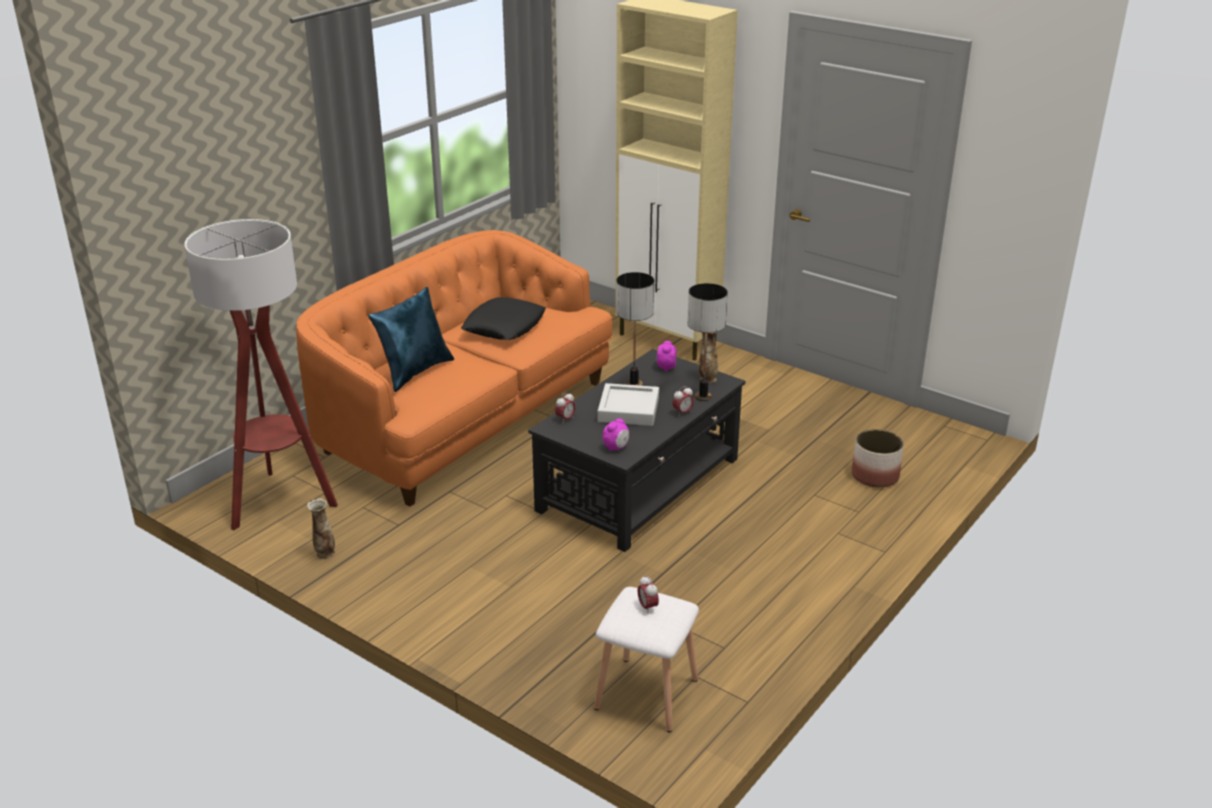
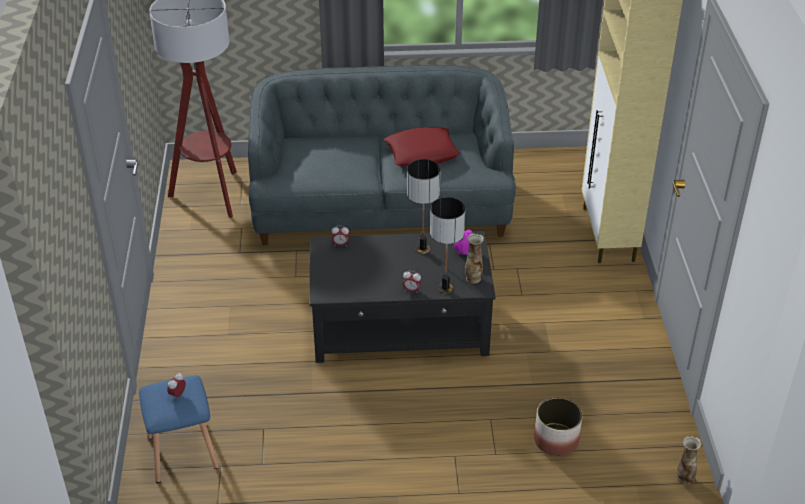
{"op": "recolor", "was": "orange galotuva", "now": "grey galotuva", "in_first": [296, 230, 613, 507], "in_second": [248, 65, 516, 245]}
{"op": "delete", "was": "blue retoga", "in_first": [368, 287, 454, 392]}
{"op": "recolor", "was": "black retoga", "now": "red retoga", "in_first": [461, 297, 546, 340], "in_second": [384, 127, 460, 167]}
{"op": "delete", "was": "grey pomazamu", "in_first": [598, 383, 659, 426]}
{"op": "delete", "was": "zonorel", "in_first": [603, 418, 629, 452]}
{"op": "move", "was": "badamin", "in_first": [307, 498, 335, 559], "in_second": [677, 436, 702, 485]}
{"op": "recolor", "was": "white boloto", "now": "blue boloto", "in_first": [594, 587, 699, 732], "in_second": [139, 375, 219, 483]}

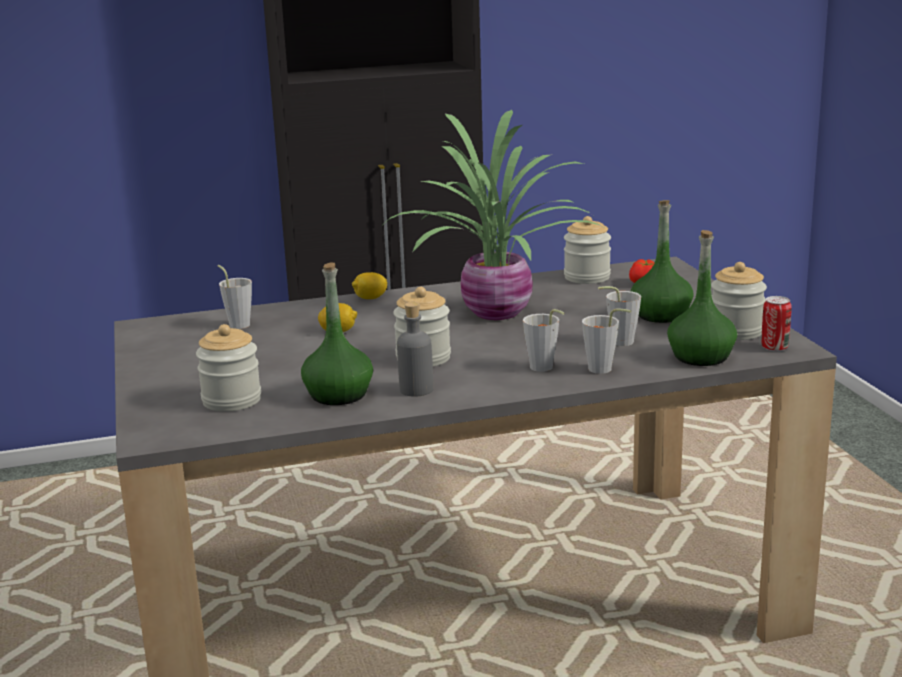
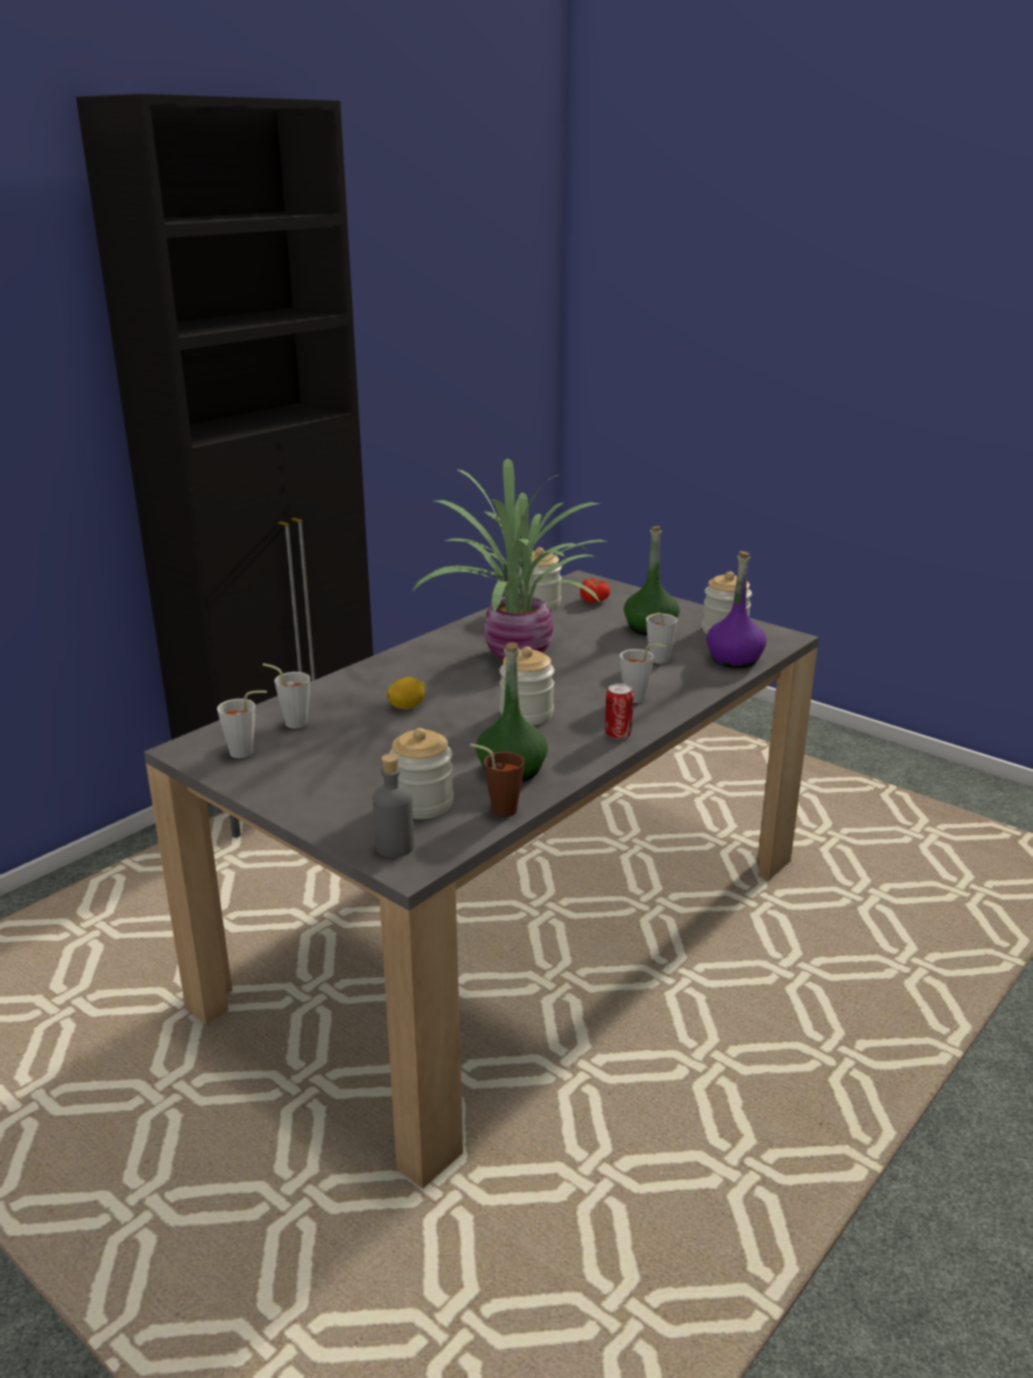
{"op": "recolor", "was": "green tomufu", "now": "purple tomufu", "in_first": [667, 230, 737, 366], "in_second": [706, 551, 767, 668]}
{"op": "delete", "was": "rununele", "in_first": [352, 272, 387, 299]}
{"op": "move", "was": "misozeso", "in_first": [762, 296, 792, 352], "in_second": [605, 683, 634, 739]}
{"op": "move", "was": "grey tomufu", "in_first": [397, 302, 434, 397], "in_second": [373, 754, 414, 858]}
{"op": "move", "was": "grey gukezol", "in_first": [582, 308, 631, 374], "in_second": [217, 690, 267, 758]}
{"op": "insert", "now": "brown gukezol", "in_second": [470, 744, 525, 817]}

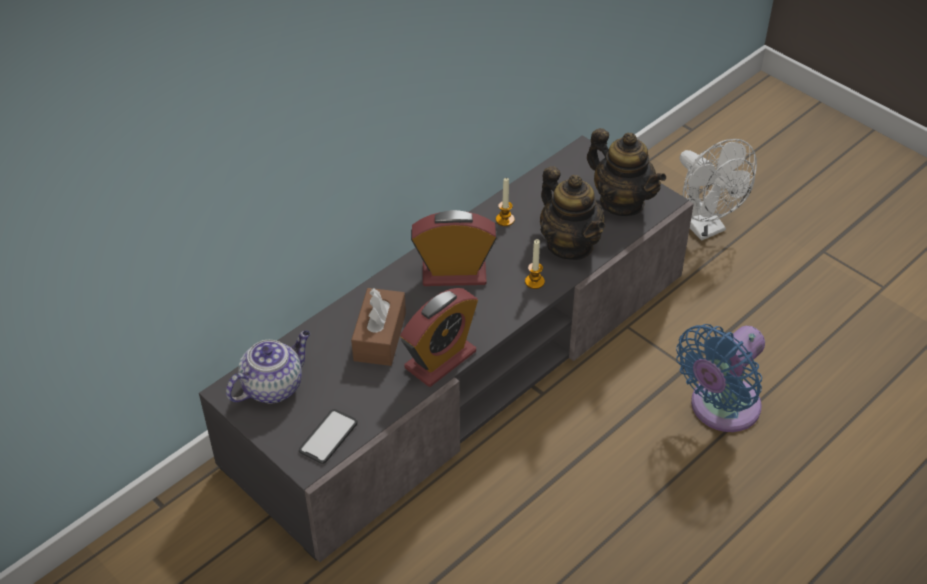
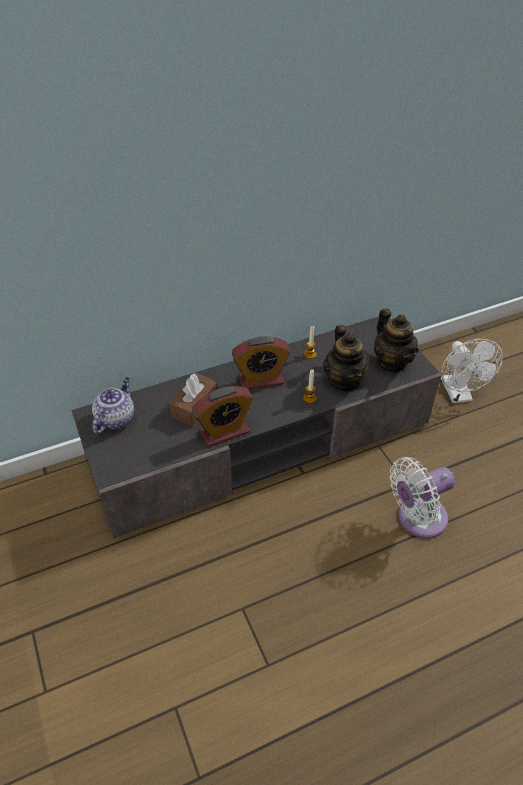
{"op": "rotate", "was": "zonorel", "in_first": [411, 210, 497, 286], "in_second": [232, 336, 290, 389], "clockwise": 150}
{"op": "recolor", "was": "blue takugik", "now": "white takugik", "in_first": [676, 324, 765, 432], "in_second": [390, 457, 455, 538]}
{"op": "rotate", "was": "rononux", "in_first": [226, 330, 310, 404], "in_second": [92, 377, 134, 434], "clockwise": -45}
{"op": "delete", "was": "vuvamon", "in_first": [299, 409, 358, 464]}

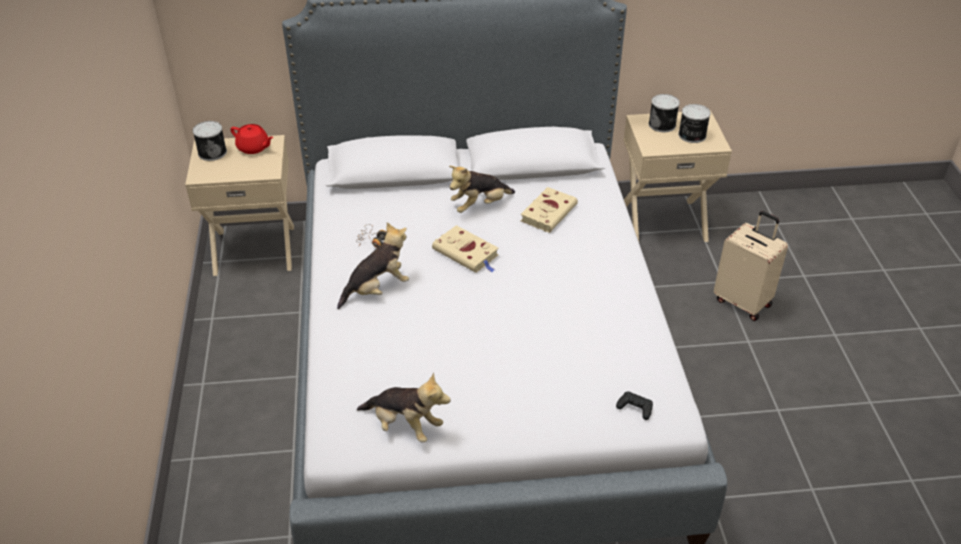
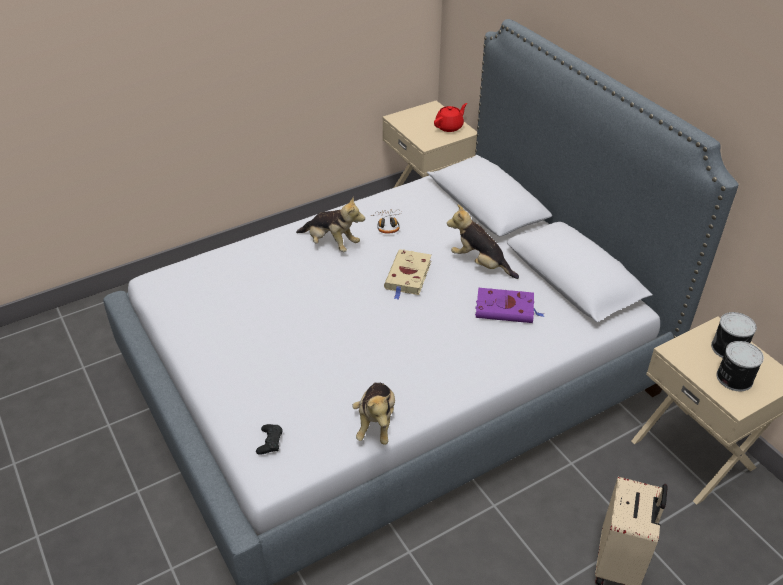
{"op": "delete", "was": "misozeso", "in_first": [193, 121, 227, 161]}
{"op": "rotate", "was": "red rononux", "in_first": [230, 124, 274, 154], "in_second": [434, 103, 467, 132], "clockwise": -135}
{"op": "recolor", "was": "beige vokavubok", "now": "purple vokavubok", "in_first": [520, 187, 578, 233], "in_second": [475, 288, 544, 323]}
{"op": "move", "was": "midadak", "in_first": [357, 373, 451, 443], "in_second": [352, 382, 395, 445]}

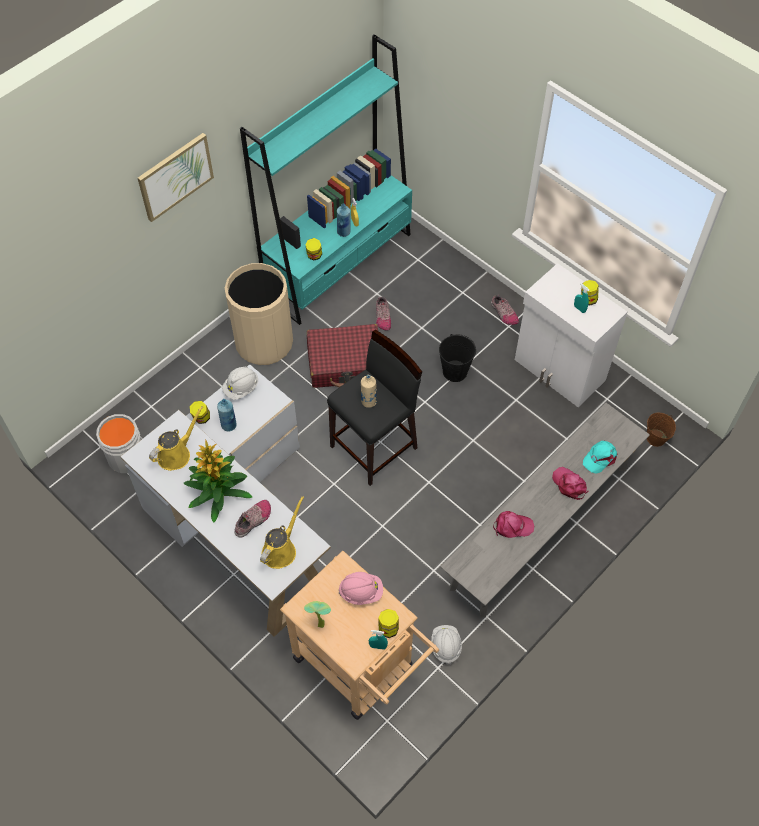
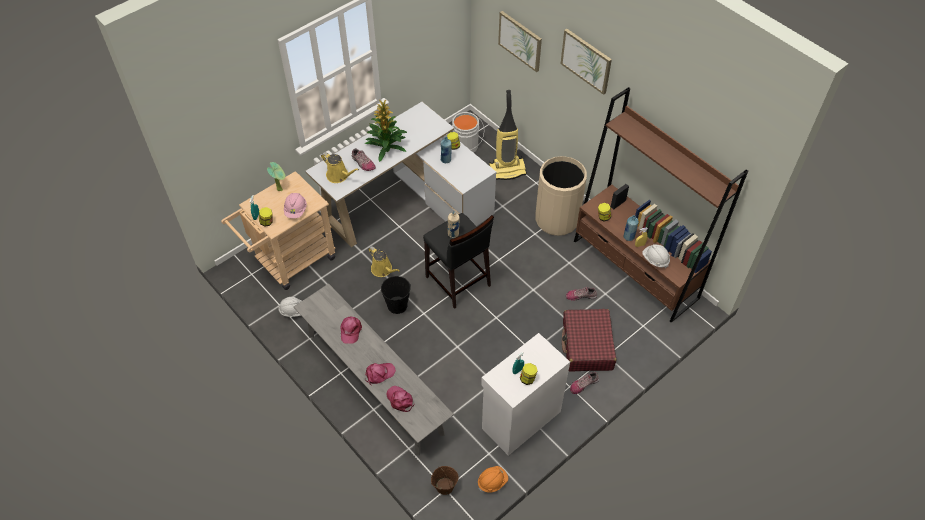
{"op": "recolor", "was": "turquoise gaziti", "now": "brown gaziti", "in_first": [240, 34, 412, 325], "in_second": [574, 87, 748, 323]}
{"op": "move", "was": "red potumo", "in_first": [307, 324, 378, 388], "in_second": [562, 309, 616, 371]}
{"op": "move", "was": "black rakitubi", "in_first": [439, 334, 476, 382], "in_second": [380, 276, 411, 314]}
{"op": "move", "was": "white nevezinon", "in_first": [222, 367, 258, 400], "in_second": [642, 244, 670, 268]}
{"op": "move", "was": "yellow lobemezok", "in_first": [149, 406, 203, 471], "in_second": [369, 246, 400, 277]}
{"op": "recolor", "was": "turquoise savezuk", "now": "pink savezuk", "in_first": [583, 441, 617, 474], "in_second": [387, 386, 415, 412]}
{"op": "insert", "now": "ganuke", "in_second": [498, 11, 542, 72]}
{"op": "insert", "now": "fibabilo", "in_second": [489, 90, 527, 180]}
{"op": "insert", "now": "orange nevezinon", "in_second": [478, 466, 508, 493]}

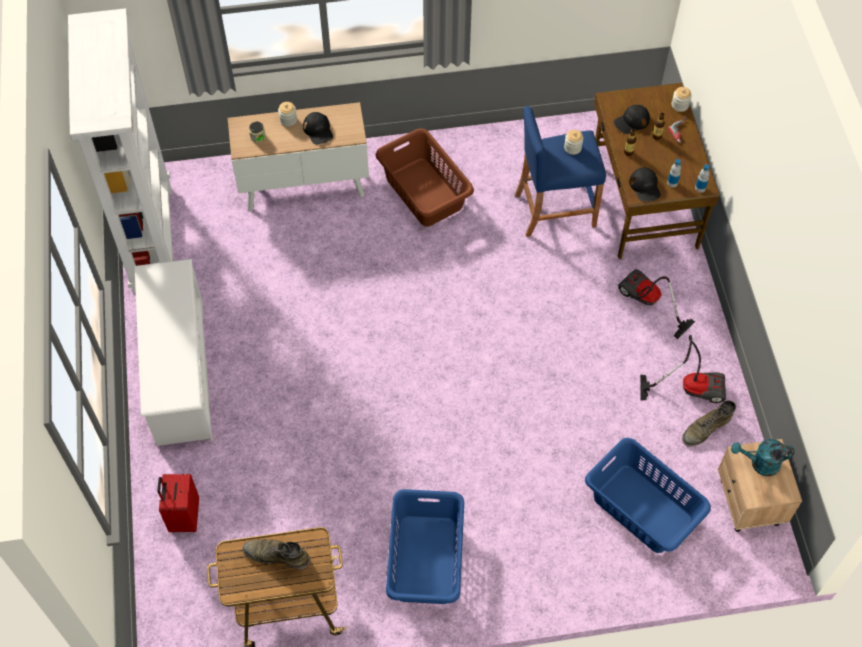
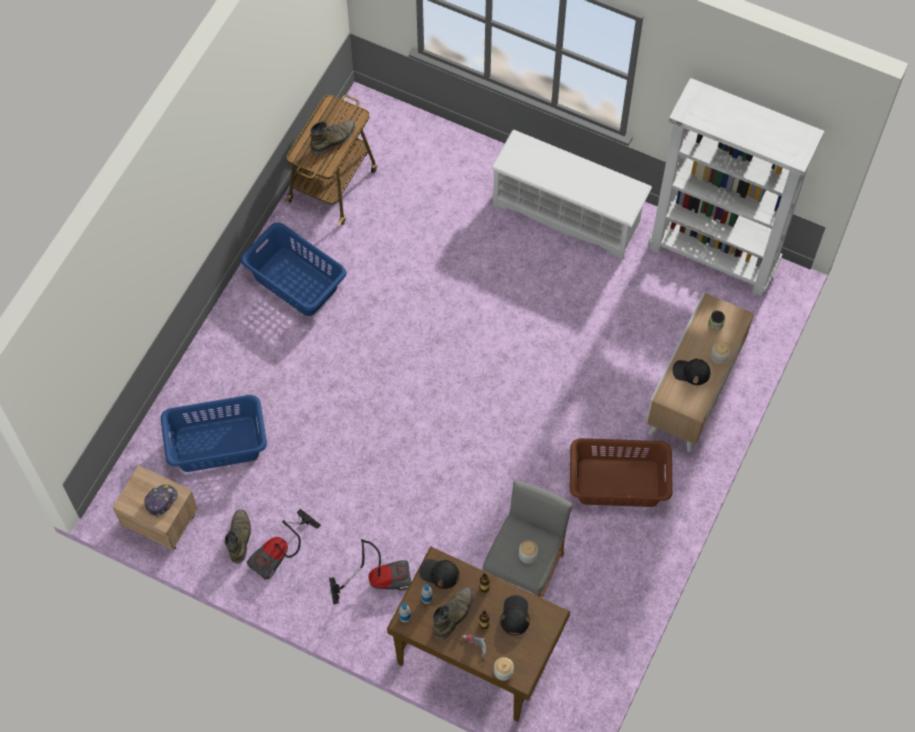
{"op": "recolor", "was": "blue boloto", "now": "grey boloto", "in_first": [515, 106, 606, 237], "in_second": [483, 480, 572, 598]}
{"op": "replace", "was": "turquoise lobemezok", "now": "savezuk", "in_first": [731, 439, 795, 476], "in_second": [144, 484, 178, 517]}
{"op": "delete", "was": "red potumo", "in_first": [157, 474, 199, 532]}
{"op": "insert", "now": "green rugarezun", "in_second": [433, 587, 473, 640]}

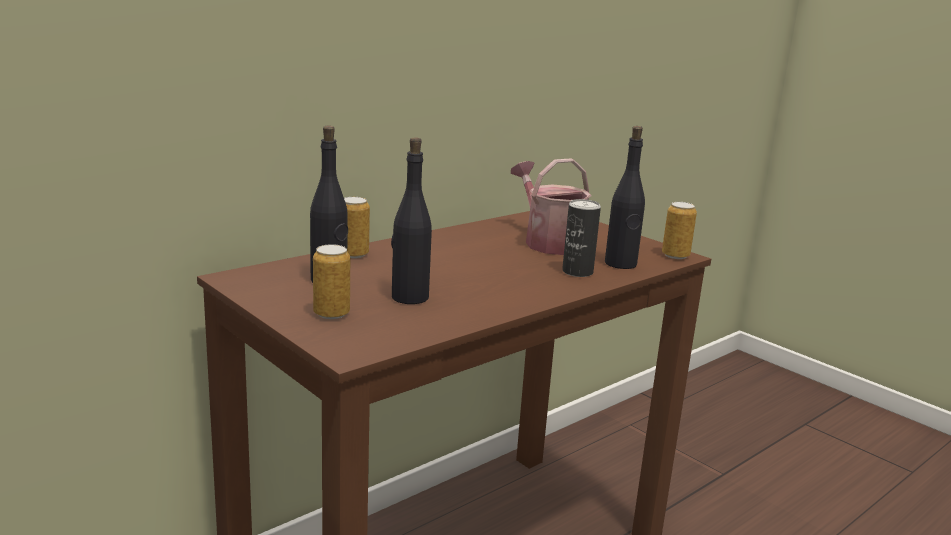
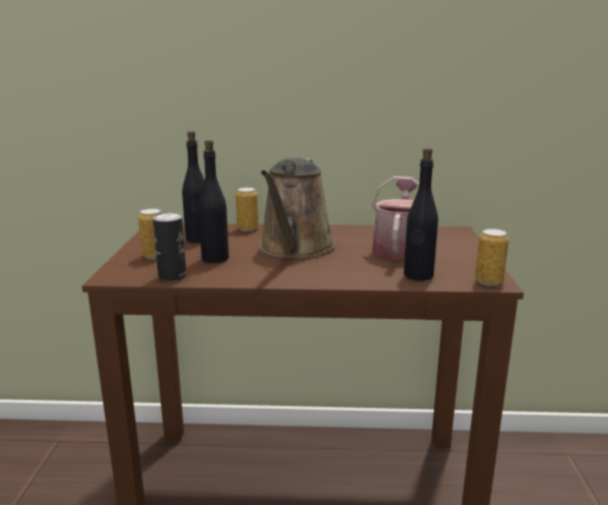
{"op": "move", "was": "misozeso", "in_first": [562, 199, 601, 277], "in_second": [153, 212, 186, 281]}
{"op": "insert", "now": "brown lobemezok", "in_second": [259, 158, 335, 259]}

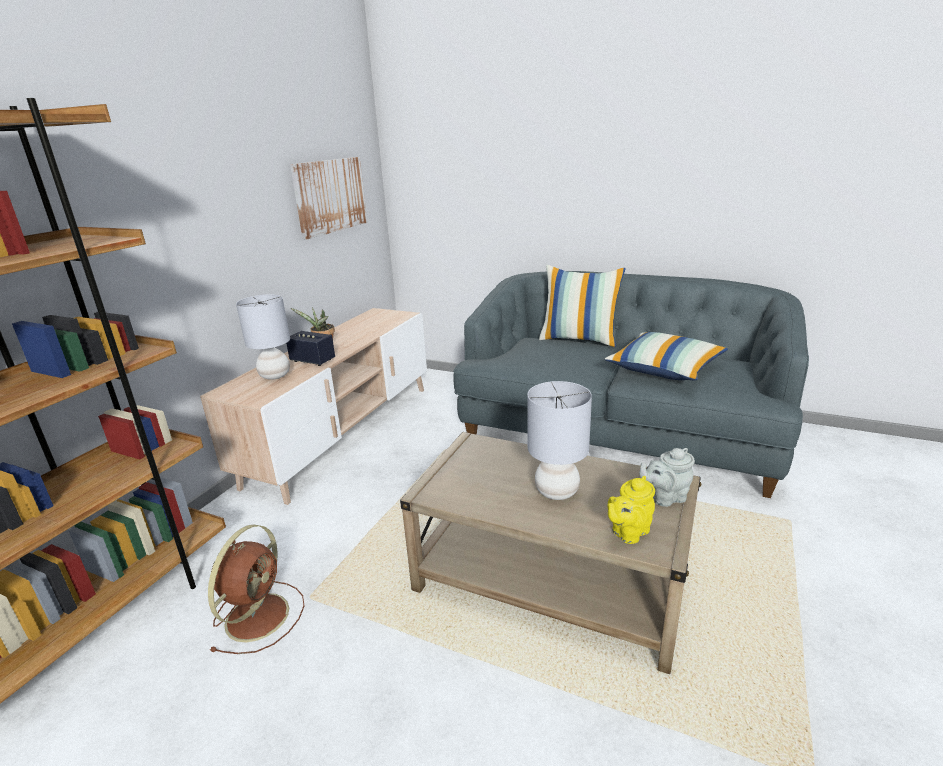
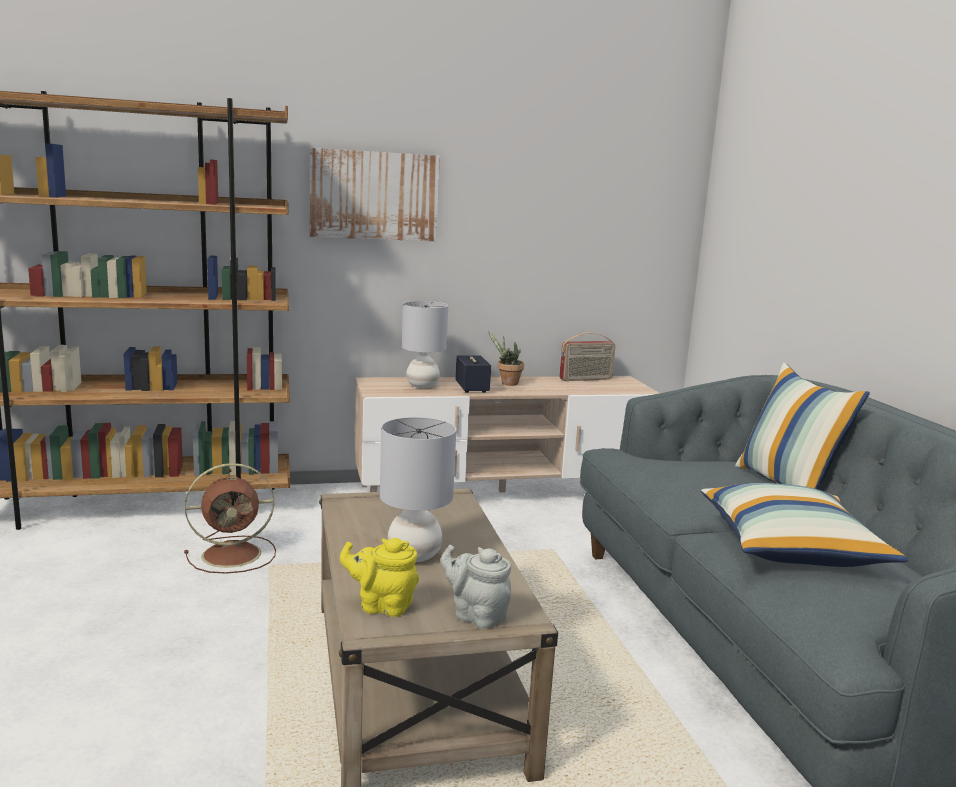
{"op": "move", "was": "ganuke", "in_first": [290, 157, 367, 239], "in_second": [310, 148, 440, 241]}
{"op": "insert", "now": "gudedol", "in_second": [559, 333, 616, 381]}

